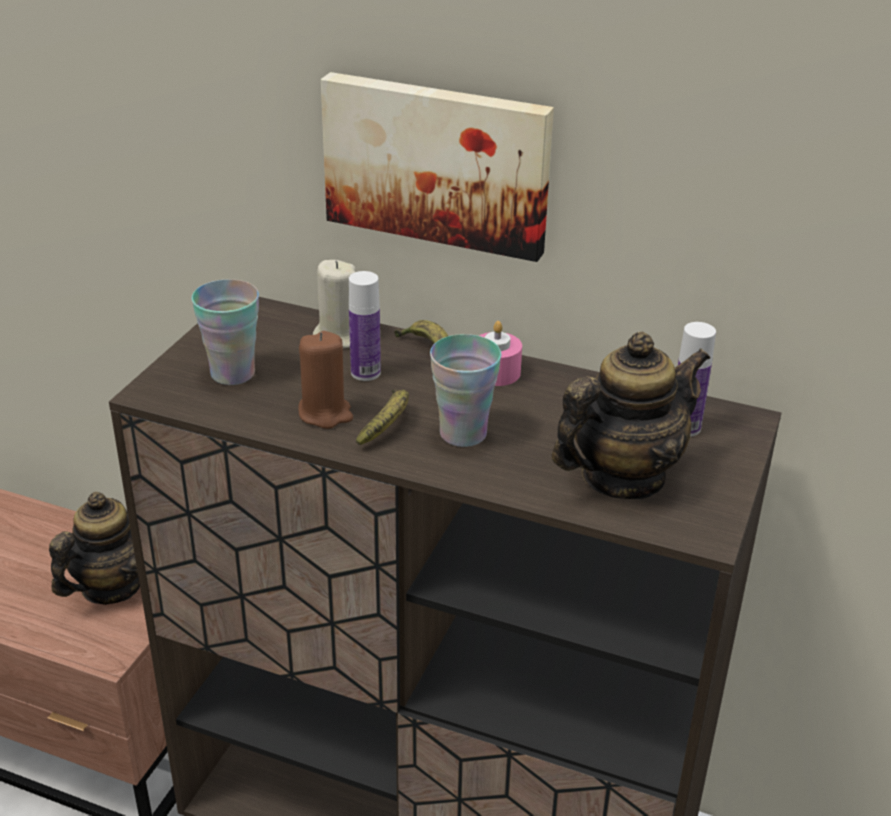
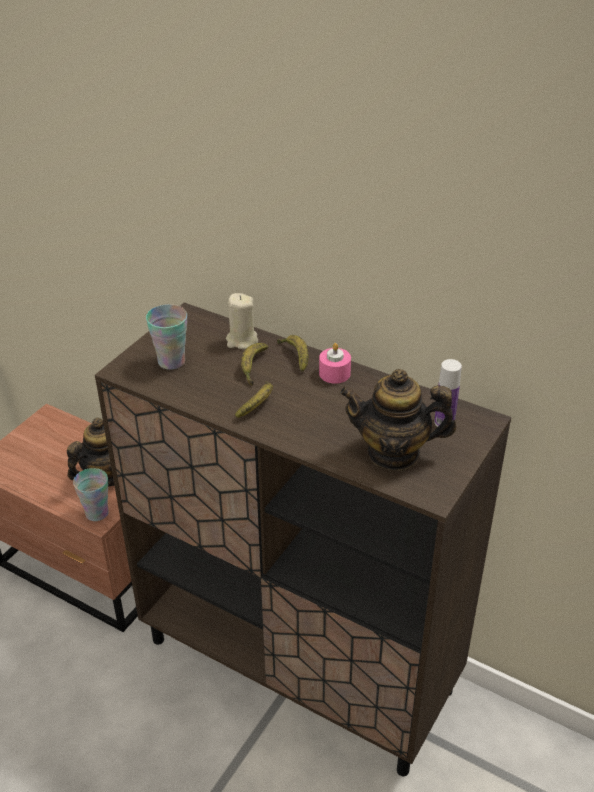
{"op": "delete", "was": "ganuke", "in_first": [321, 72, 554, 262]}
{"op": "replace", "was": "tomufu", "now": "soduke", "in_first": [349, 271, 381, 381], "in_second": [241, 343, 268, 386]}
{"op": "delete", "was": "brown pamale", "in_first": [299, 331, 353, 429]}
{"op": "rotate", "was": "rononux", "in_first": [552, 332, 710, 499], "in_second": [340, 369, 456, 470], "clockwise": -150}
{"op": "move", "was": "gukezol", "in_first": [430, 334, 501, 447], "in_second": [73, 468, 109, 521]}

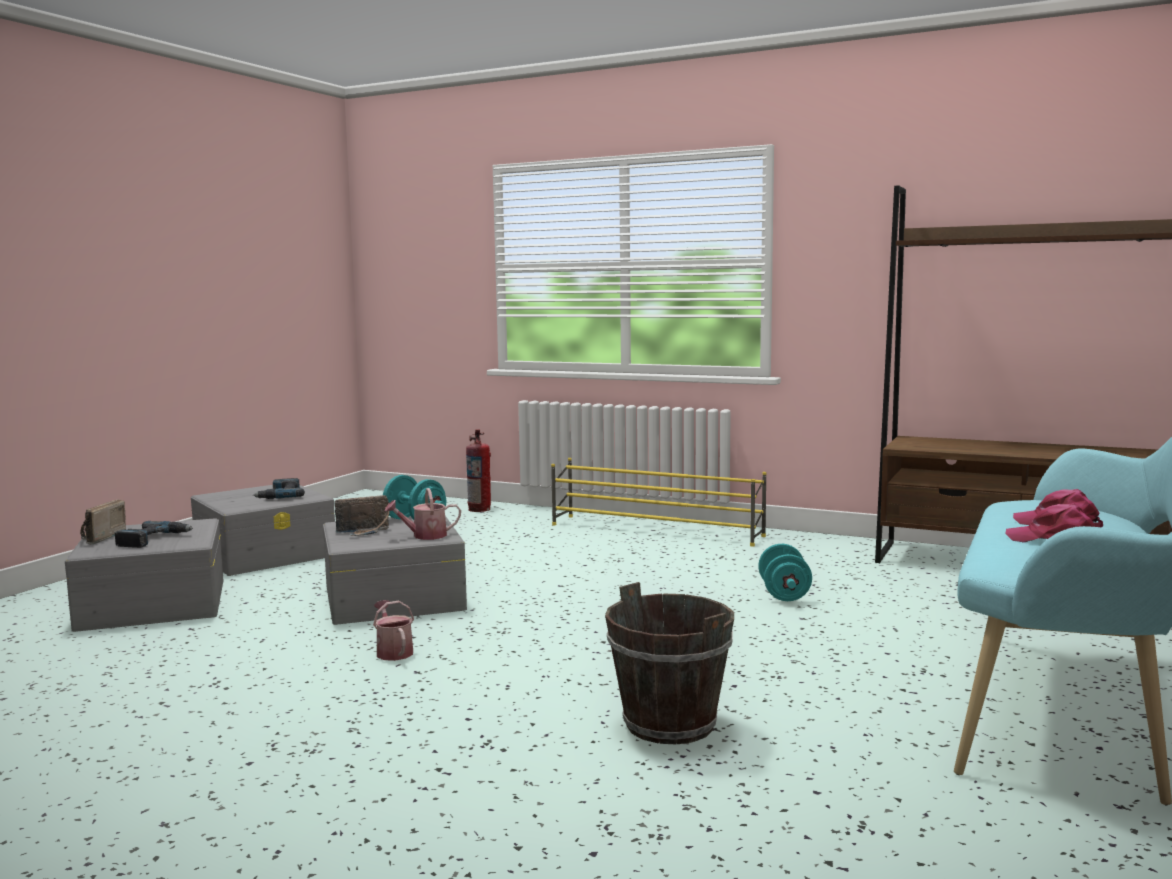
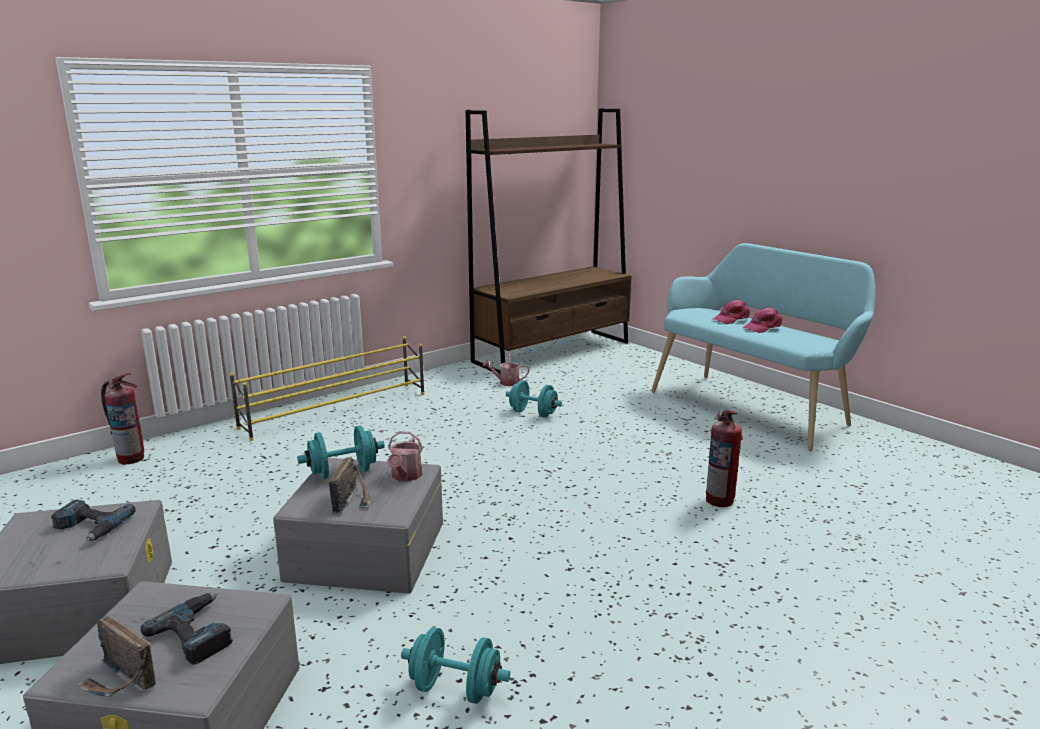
{"op": "replace", "was": "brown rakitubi", "now": "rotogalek", "in_first": [605, 582, 734, 744], "in_second": [706, 410, 743, 507]}
{"op": "move", "was": "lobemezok", "in_first": [373, 600, 414, 661], "in_second": [483, 354, 529, 386]}
{"op": "insert", "now": "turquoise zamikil", "in_second": [401, 627, 510, 704]}

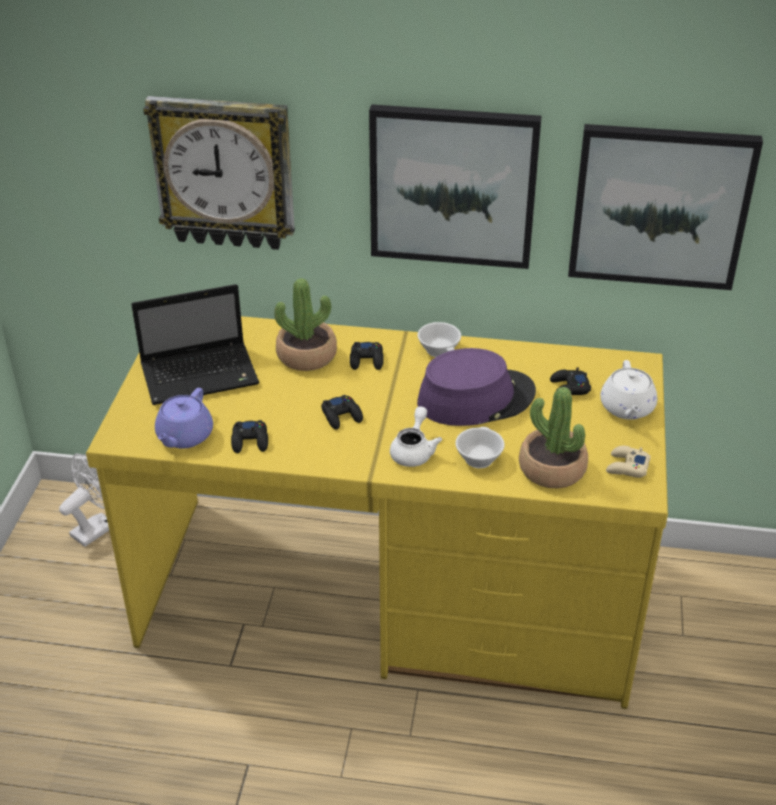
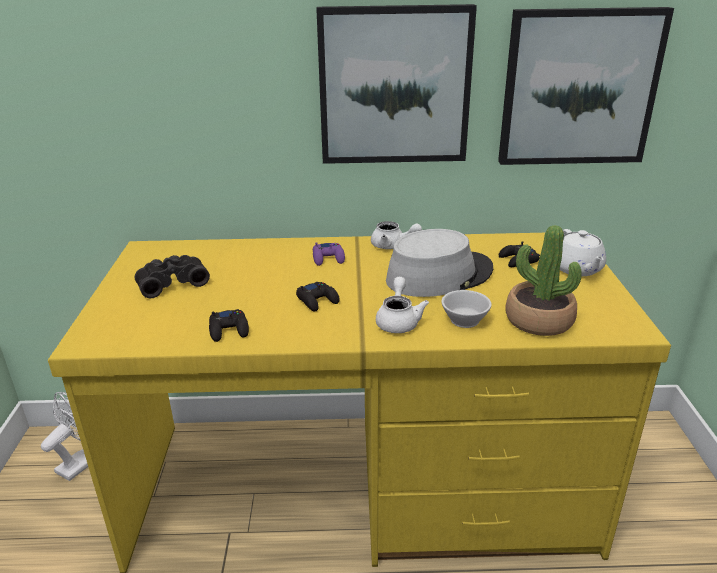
{"op": "delete", "was": "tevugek", "in_first": [143, 96, 295, 250]}
{"op": "delete", "was": "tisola", "in_first": [274, 278, 337, 371]}
{"op": "replace", "was": "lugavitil", "now": "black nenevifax", "in_first": [131, 284, 259, 405], "in_second": [135, 255, 210, 298]}
{"op": "replace", "was": "white gukezol", "now": "white rononux", "in_first": [417, 322, 461, 357], "in_second": [371, 221, 422, 249]}
{"op": "recolor", "was": "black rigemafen", "now": "purple rigemafen", "in_first": [350, 342, 384, 370], "in_second": [313, 242, 345, 266]}
{"op": "recolor", "was": "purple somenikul", "now": "grey somenikul", "in_first": [417, 348, 536, 426], "in_second": [386, 229, 493, 297]}
{"op": "delete", "was": "purple rononux", "in_first": [155, 388, 213, 449]}
{"op": "delete", "was": "beige rigemafen", "in_first": [606, 446, 651, 478]}

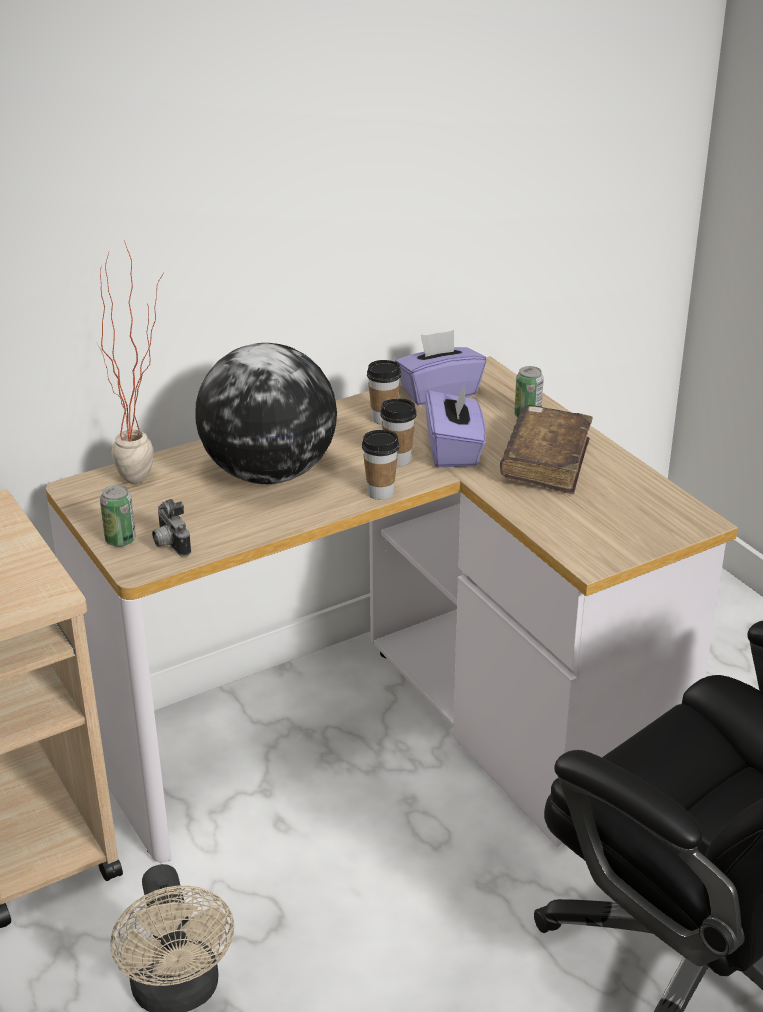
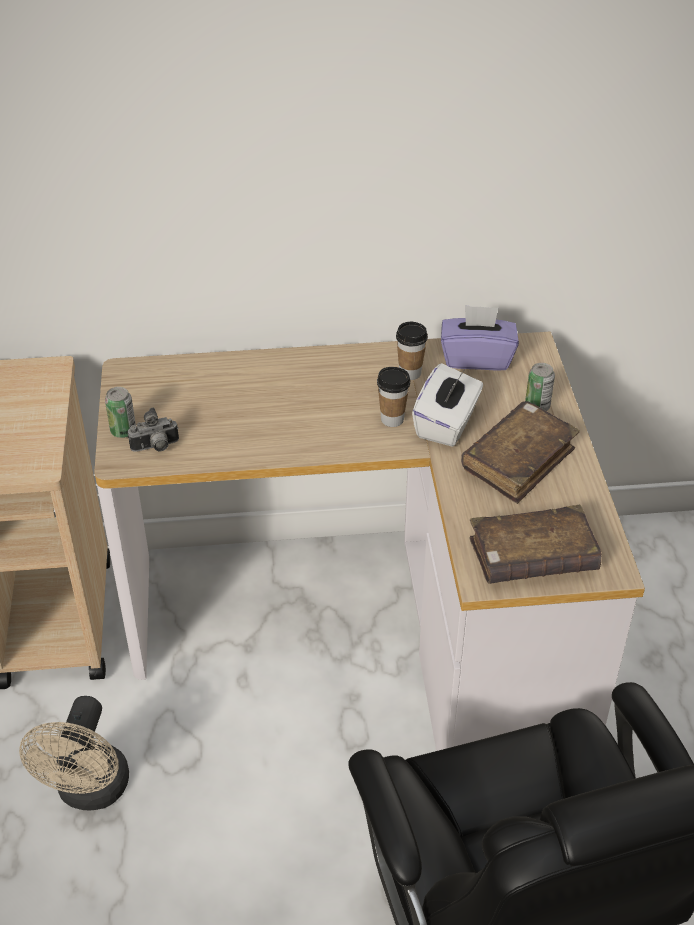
{"op": "delete", "was": "tisola", "in_first": [100, 240, 163, 484]}
{"op": "delete", "was": "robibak", "in_first": [195, 343, 337, 484]}
{"op": "recolor", "was": "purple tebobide", "now": "white tebobide", "in_first": [425, 384, 486, 467], "in_second": [412, 363, 483, 447]}
{"op": "delete", "was": "gukezol", "in_first": [362, 430, 399, 500]}
{"op": "rotate", "was": "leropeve", "in_first": [152, 499, 191, 557], "in_second": [128, 407, 179, 452], "clockwise": -105}
{"op": "insert", "now": "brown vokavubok", "in_second": [469, 505, 602, 584]}

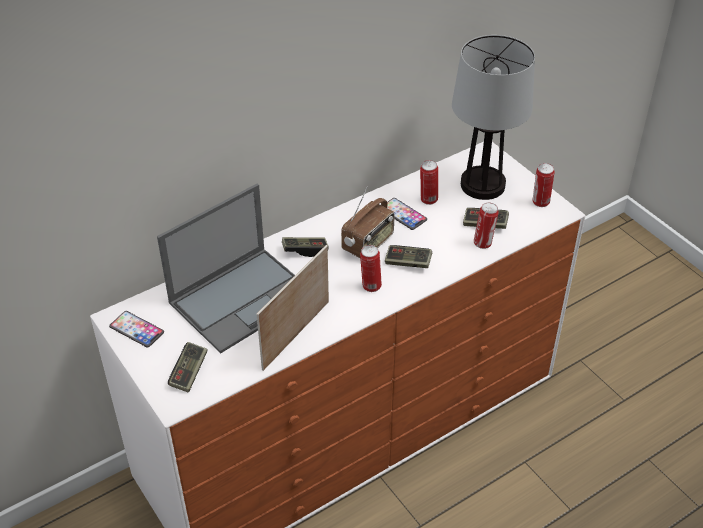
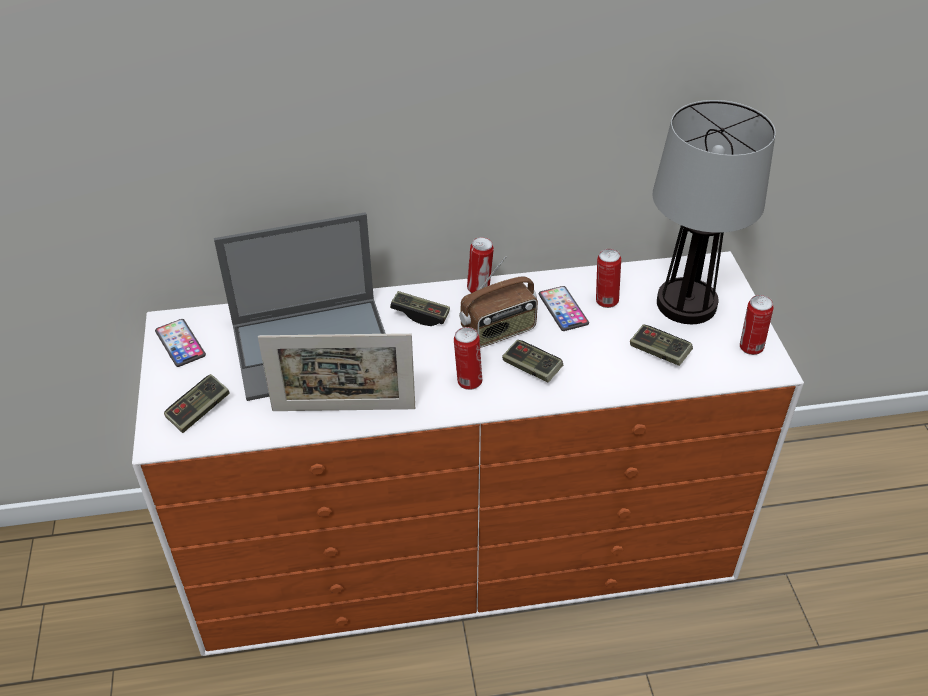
{"op": "move", "was": "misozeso", "in_first": [474, 202, 499, 249], "in_second": [467, 237, 494, 293]}
{"op": "rotate", "was": "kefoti", "in_first": [257, 245, 329, 371], "in_second": [258, 333, 415, 411], "clockwise": -150}

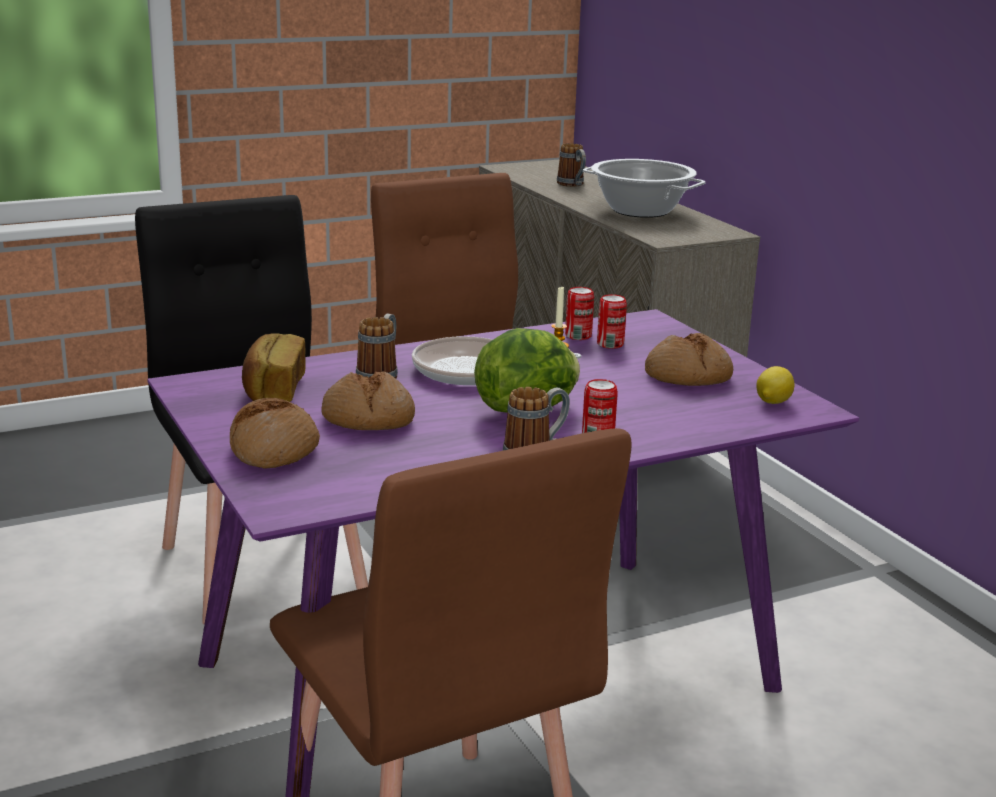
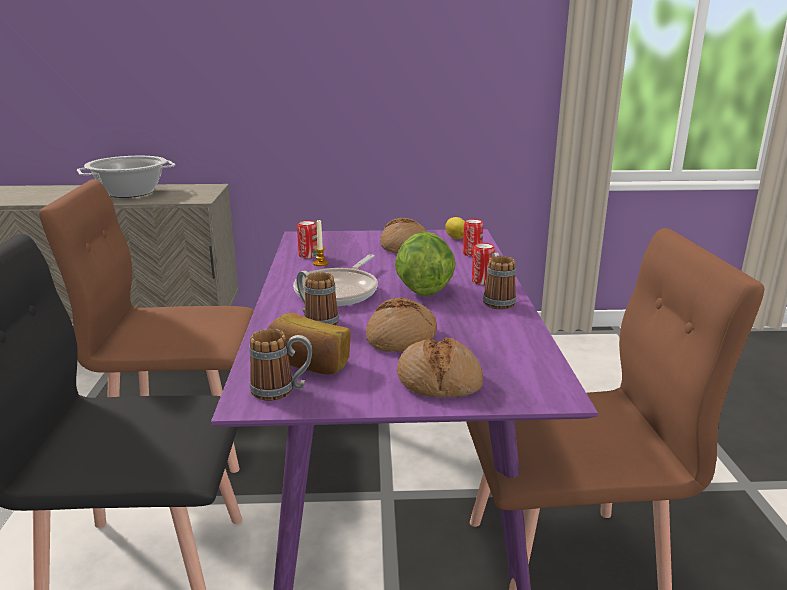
{"op": "move", "was": "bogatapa", "in_first": [557, 143, 586, 187], "in_second": [249, 329, 312, 401]}
{"op": "move", "was": "misozeso", "in_first": [597, 294, 627, 349], "in_second": [463, 219, 483, 257]}

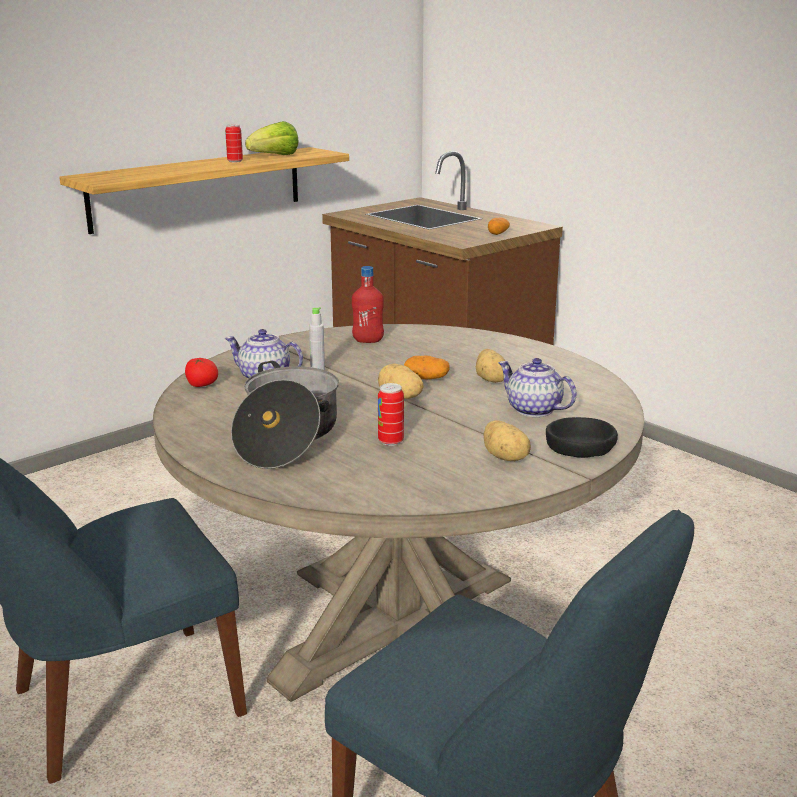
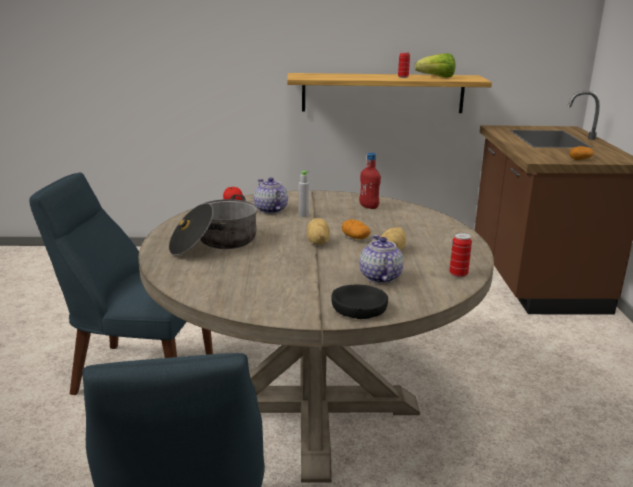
{"op": "move", "was": "misozeso", "in_first": [378, 383, 404, 446], "in_second": [449, 233, 472, 278]}
{"op": "delete", "was": "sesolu", "in_first": [483, 420, 531, 461]}

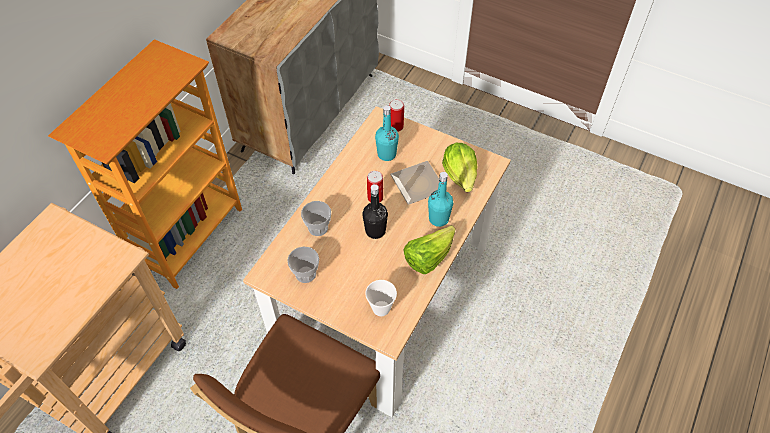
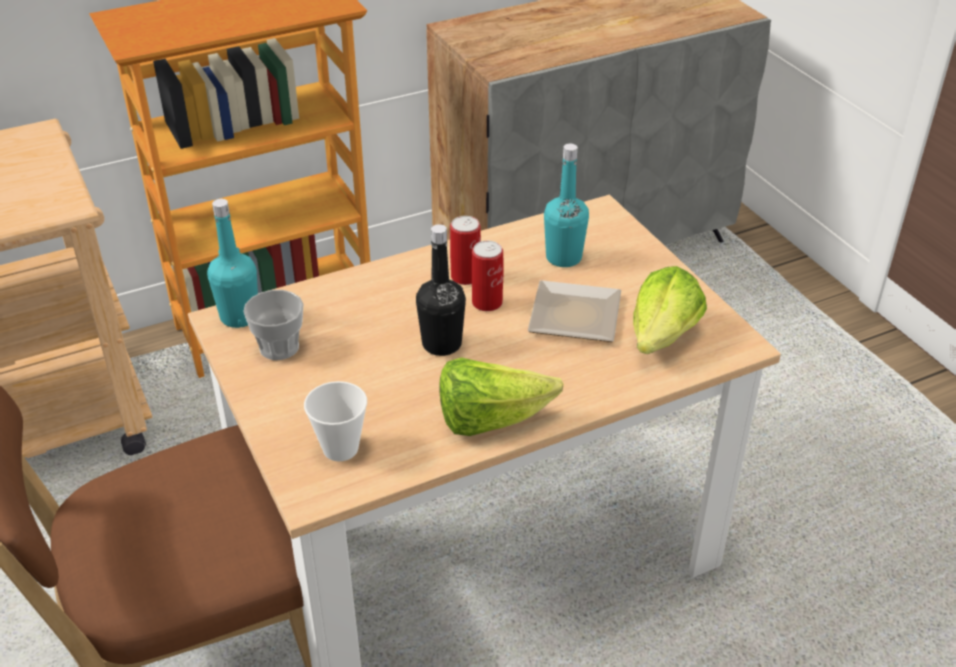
{"op": "move", "was": "misozeso", "in_first": [389, 99, 404, 132], "in_second": [450, 216, 481, 285]}
{"op": "move", "was": "turquoise tomufu", "in_first": [428, 172, 453, 227], "in_second": [207, 199, 258, 328]}
{"op": "delete", "was": "gukezol", "in_first": [301, 201, 331, 236]}

